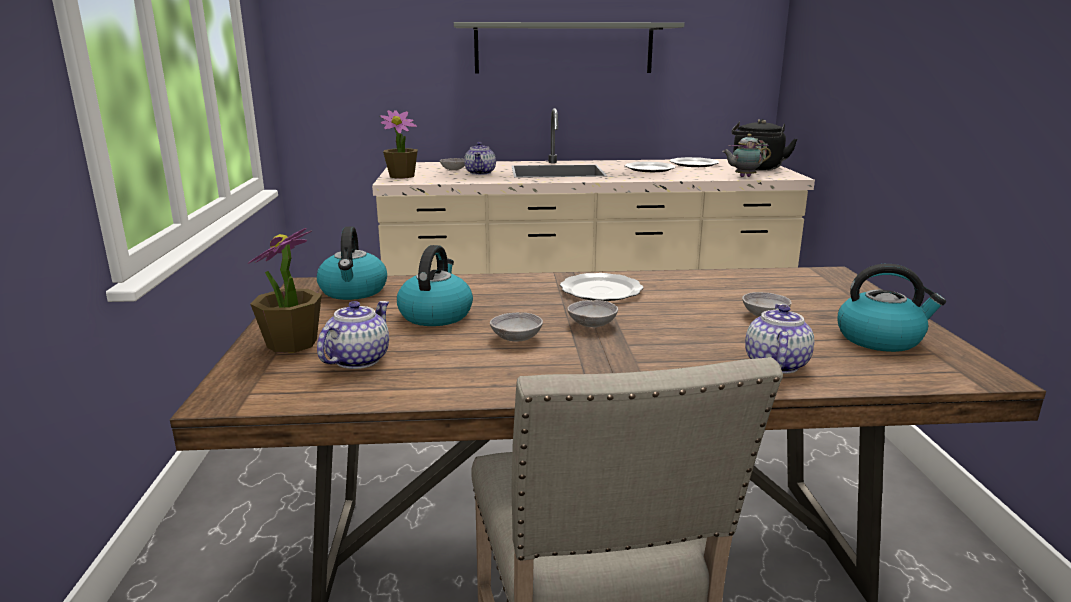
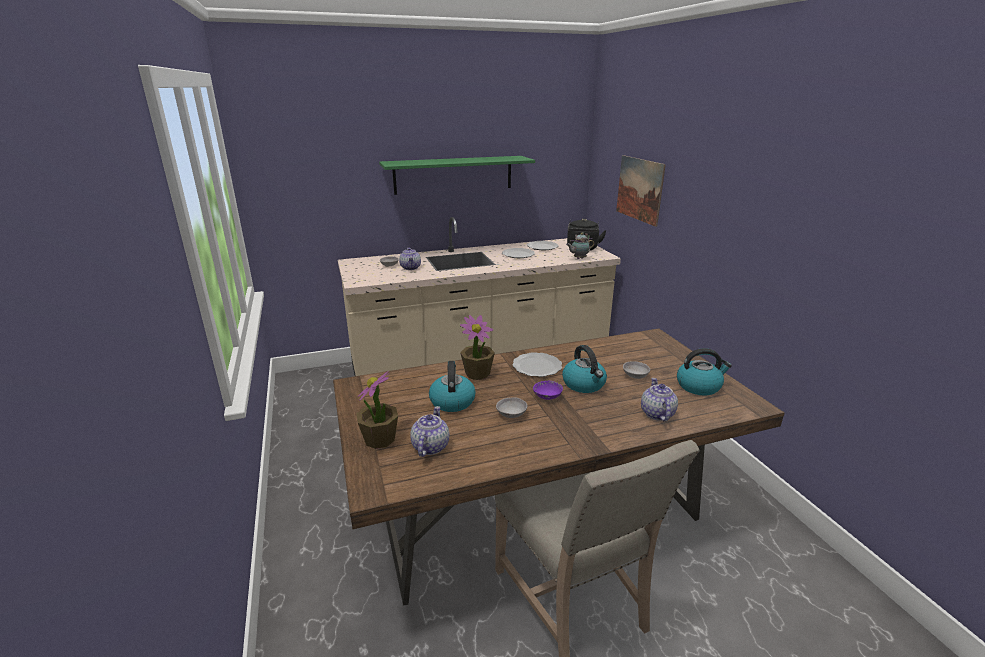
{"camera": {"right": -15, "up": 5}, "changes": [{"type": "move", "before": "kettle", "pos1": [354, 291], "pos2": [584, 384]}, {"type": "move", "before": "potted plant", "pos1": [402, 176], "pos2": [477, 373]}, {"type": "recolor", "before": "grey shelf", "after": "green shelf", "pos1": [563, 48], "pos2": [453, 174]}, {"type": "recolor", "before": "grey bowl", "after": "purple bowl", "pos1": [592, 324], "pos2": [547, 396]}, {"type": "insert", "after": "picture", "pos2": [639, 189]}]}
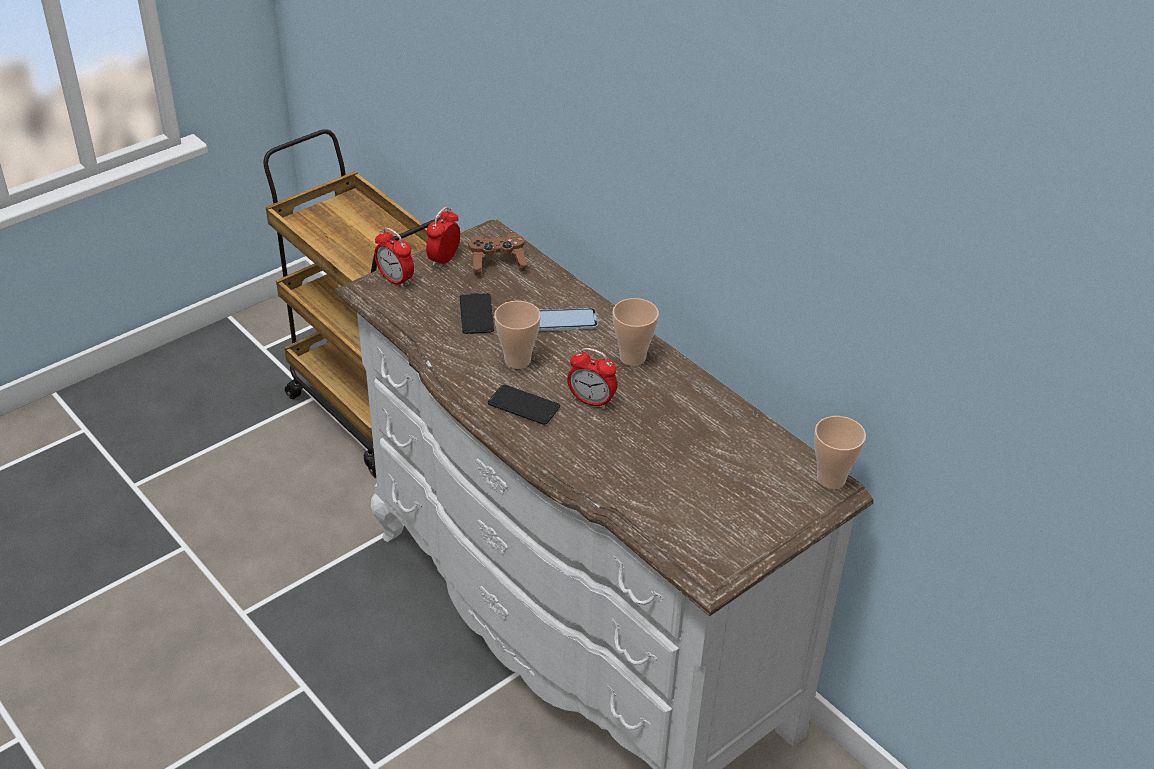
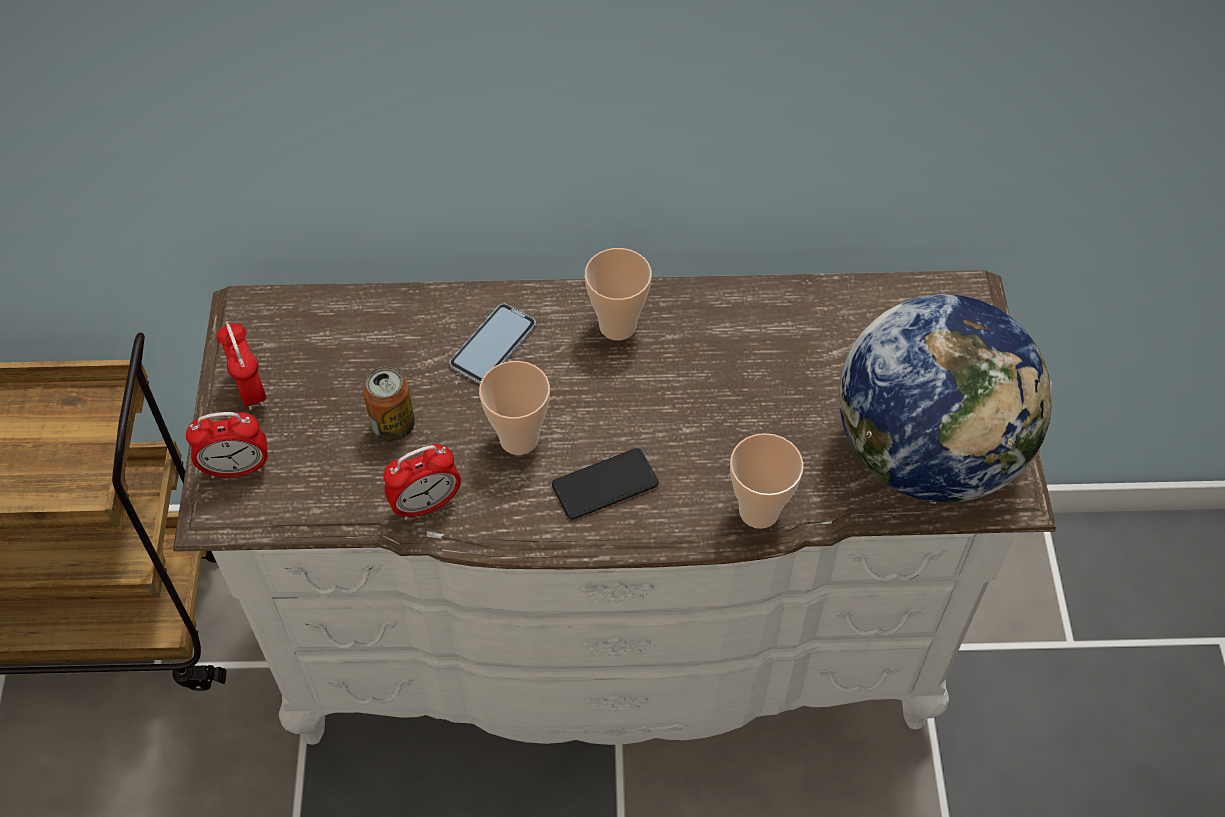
{"camera": {"right": -50, "up": 15}, "changes": [{"type": "replace", "before": "phone", "after": "can", "pos1": [476, 314], "pos2": [393, 425]}, {"type": "delete", "before": "brown game controller", "pos1": [497, 263]}, {"type": "move", "before": "alarm clock", "pos1": [591, 401], "pos2": [426, 504]}, {"type": "move", "before": "cup", "pos1": [831, 479], "pos2": [759, 511]}, {"type": "insert", "after": "globe", "pos2": [927, 452]}]}
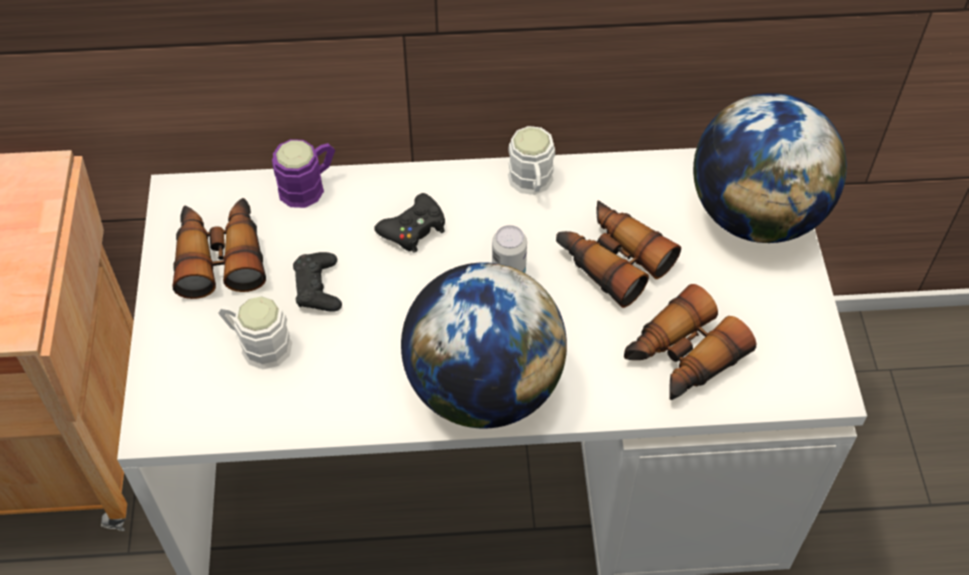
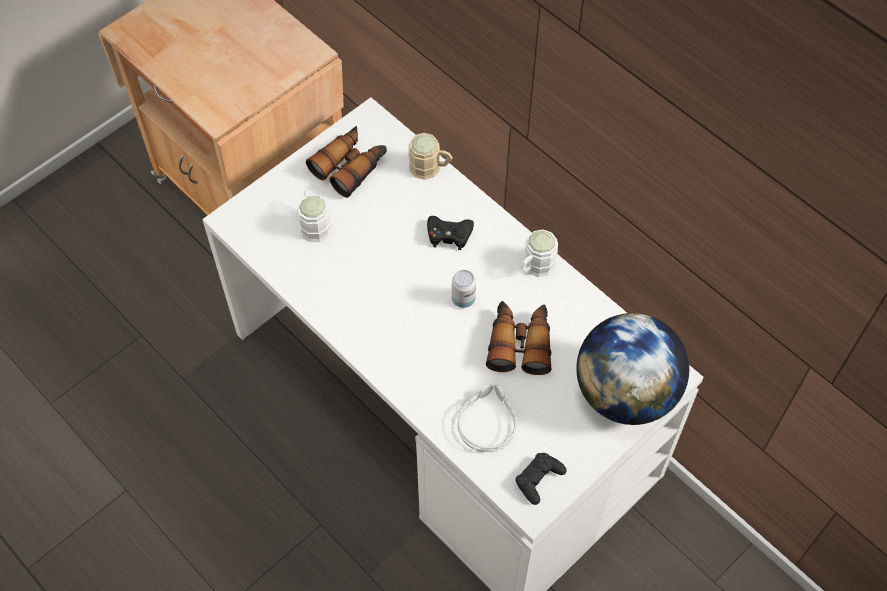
{"camera": {"right": 50, "up": 5}, "changes": [{"type": "recolor", "before": "purple mug", "after": "beige mug", "pos1": [309, 186], "pos2": [430, 168]}, {"type": "move", "before": "black game controller", "pos1": [318, 288], "pos2": [538, 479]}, {"type": "delete", "before": "globe", "pos1": [483, 387]}, {"type": "replace", "before": "binoculars", "after": "grey headphones", "pos1": [682, 357], "pos2": [485, 420]}]}
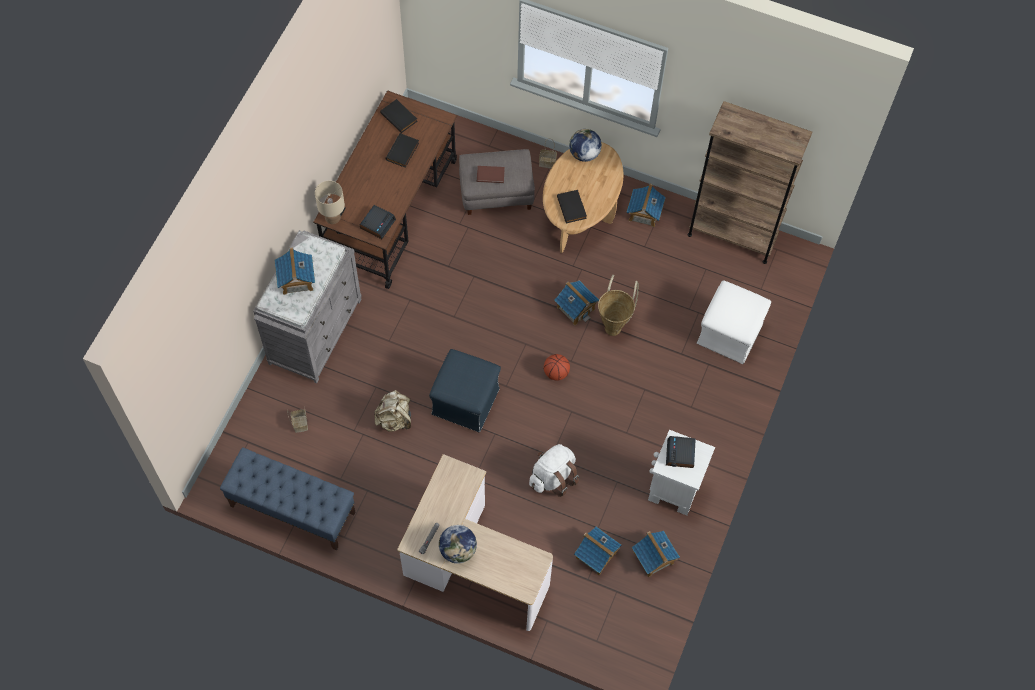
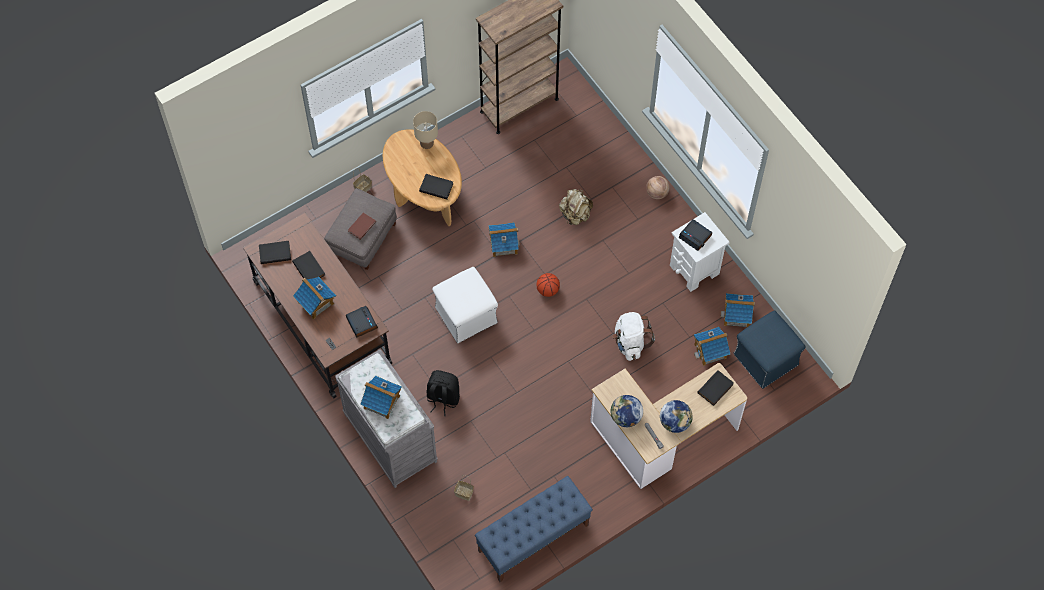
{"camera": {"right": -55, "up": 0}, "changes": [{"type": "move", "before": "beige table lamp", "pos1": [333, 217], "pos2": [426, 143]}, {"type": "move", "before": "beige backpack", "pos1": [394, 419], "pos2": [575, 215]}, {"type": "move", "before": "blue ottoman", "pos1": [466, 401], "pos2": [765, 359]}, {"type": "move", "before": "globe", "pos1": [584, 154], "pos2": [625, 417]}, {"type": "delete", "before": "basket", "pos1": [614, 325]}, {"type": "move", "before": "toy house", "pos1": [644, 213], "pos2": [316, 303]}, {"type": "move", "before": "white ottoman", "pos1": [730, 333], "pos2": [465, 314]}, {"type": "insert", "after": "black backpack", "pos2": [442, 398]}, {"type": "insert", "after": "basketball", "pos2": [657, 193]}, {"type": "insert", "after": "black book", "pos2": [715, 389]}]}
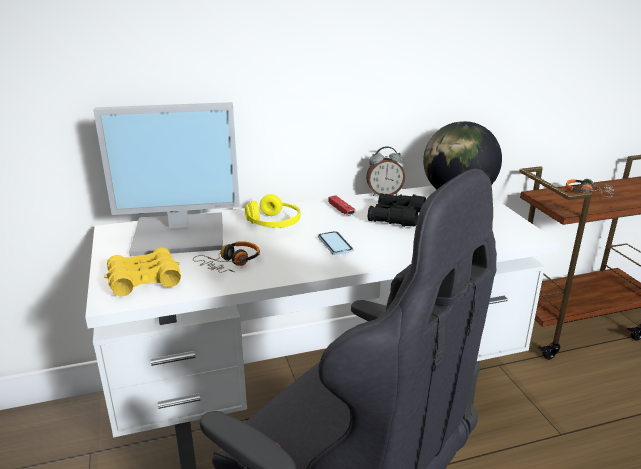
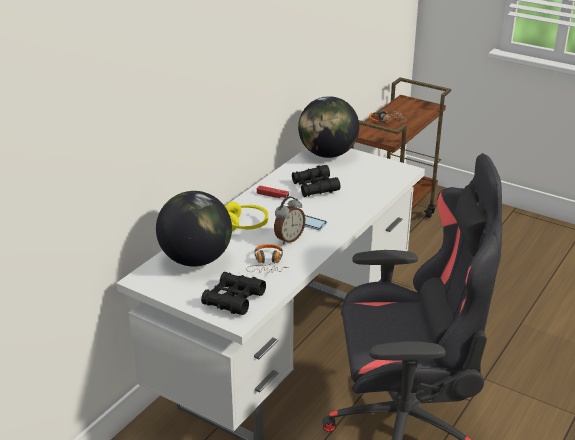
{"camera": {"right": -40, "up": 5}, "changes": [{"type": "replace", "before": "monitor", "after": "globe", "pos1": [181, 234], "pos2": [196, 259]}, {"type": "recolor", "before": "yellow binoculars", "after": "black binoculars", "pos1": [144, 280], "pos2": [233, 299]}, {"type": "move", "before": "alarm clock", "pos1": [384, 194], "pos2": [288, 239]}]}
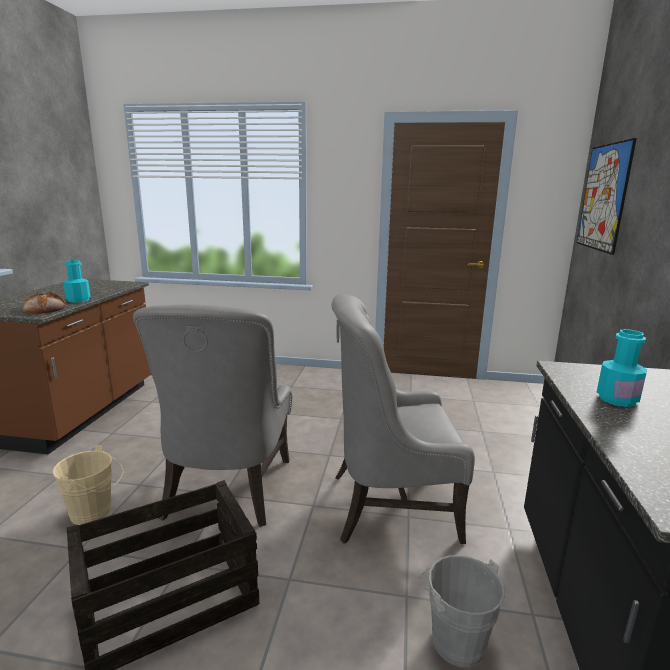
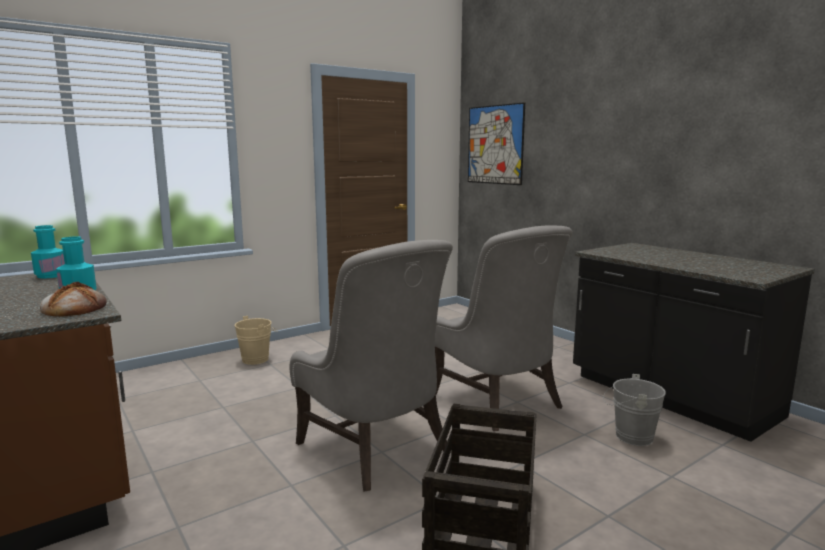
{"camera": {"right": -45, "up": -5}, "changes": [{"type": "move", "before": "beige bucket", "pos1": [95, 513], "pos2": [258, 359]}, {"type": "rotate", "before": "grey chair", "pos1": [391, 505], "pos2": [497, 401], "turn": -75}, {"type": "move", "before": "turquoise bottle", "pos1": [617, 399], "pos2": [51, 275]}]}
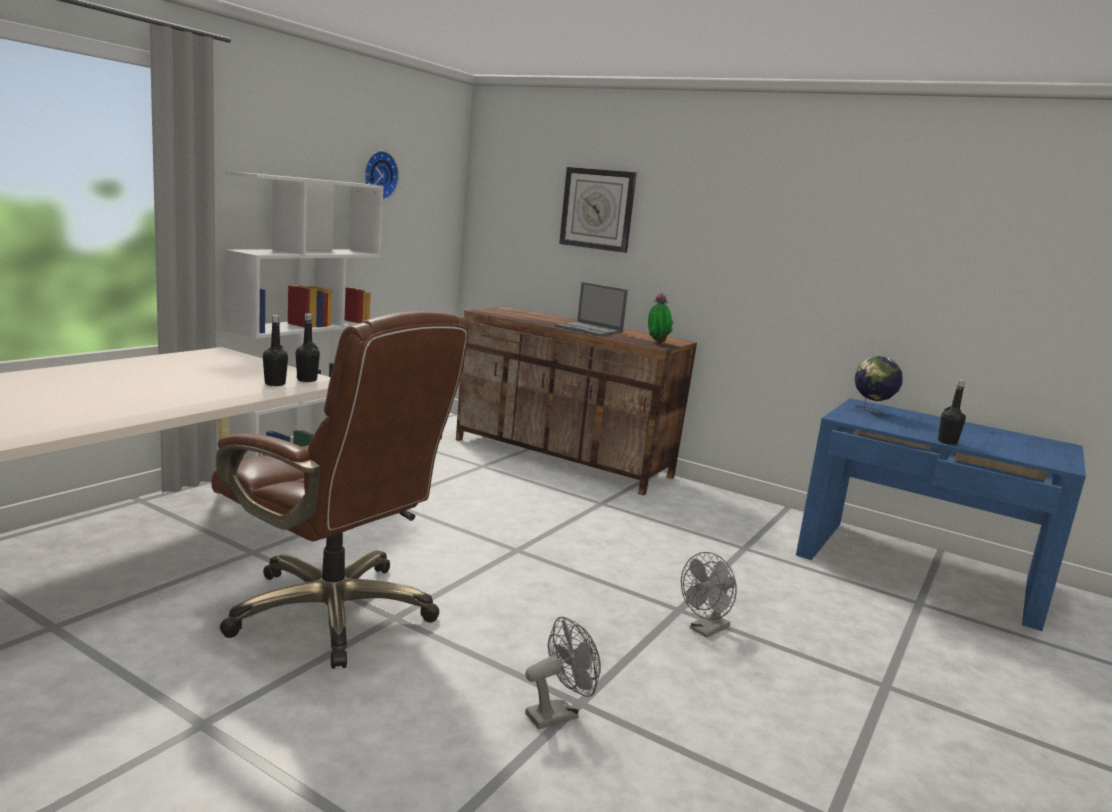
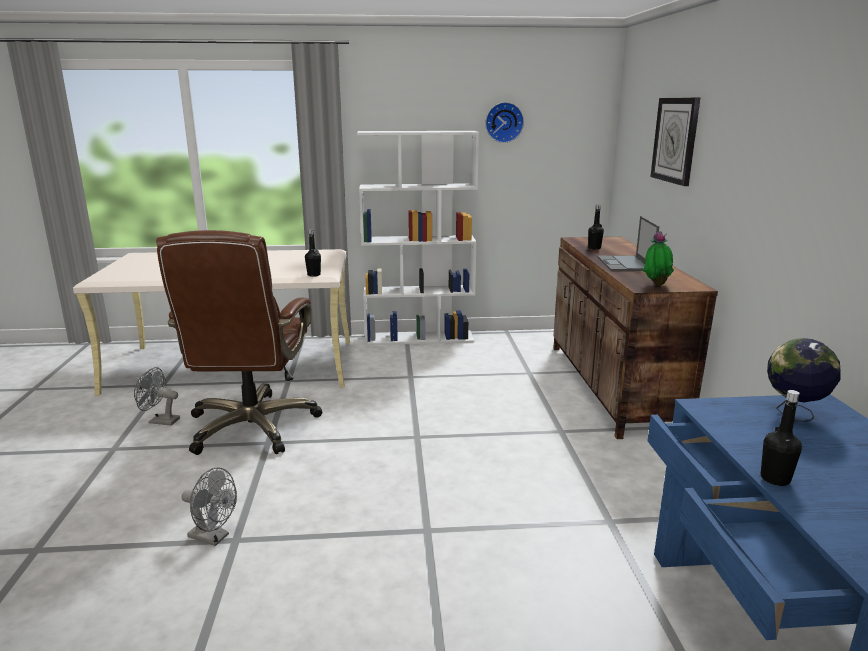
{"camera": {"right": 55, "up": 5}, "changes": [{"type": "move", "before": "black bottle", "pos1": [275, 384], "pos2": [594, 248]}, {"type": "move", "before": "grey fan", "pos1": [705, 630], "pos2": [160, 421]}]}
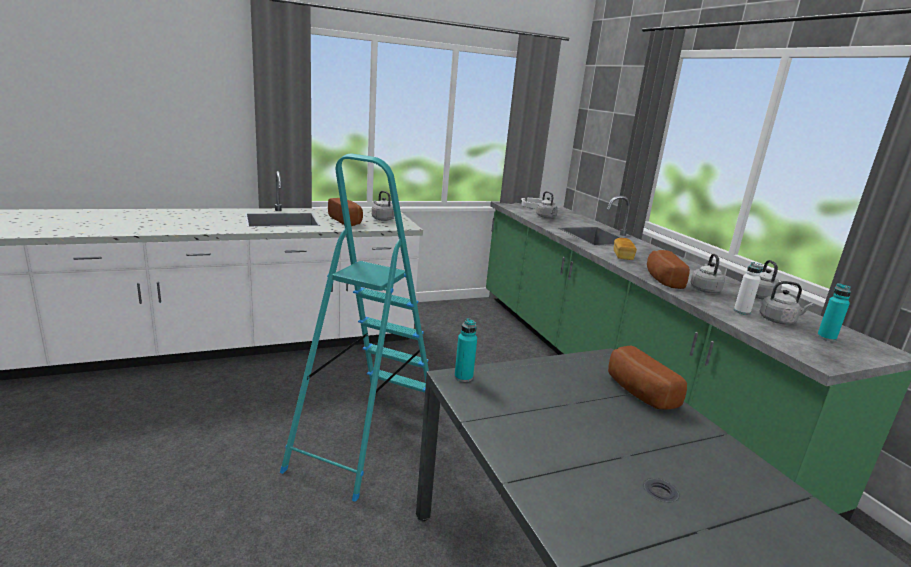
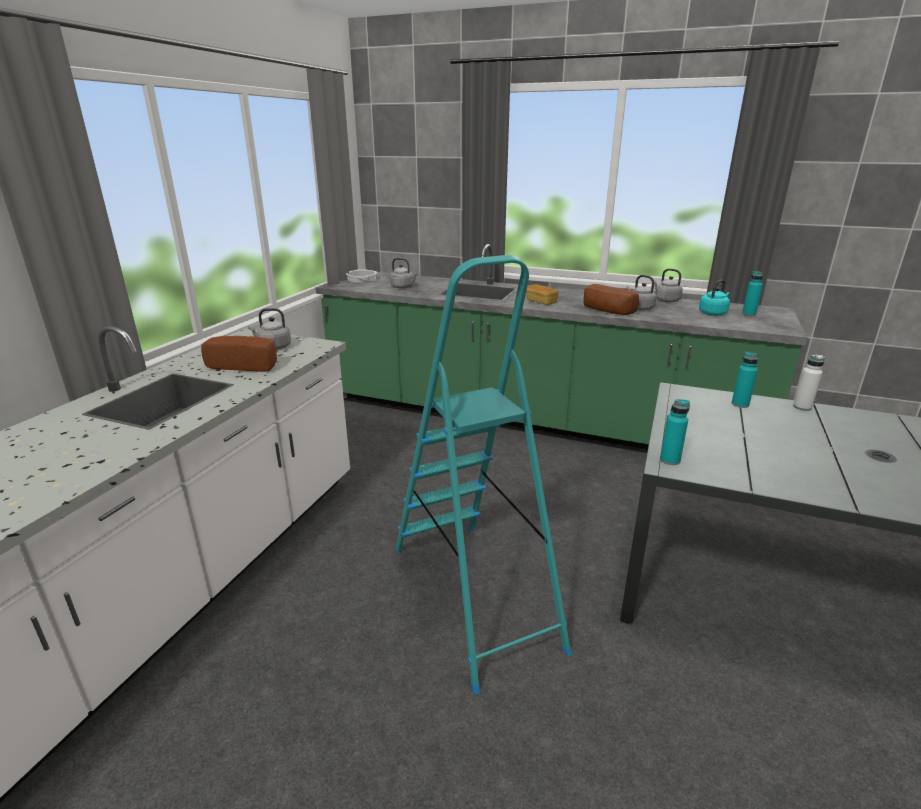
{"camera": {"right": -45, "up": 5}, "changes": [{"type": "replace", "before": "bread", "after": "turquoise bottle", "pos1": [637, 392], "pos2": [740, 404]}, {"type": "move", "before": "white bottle", "pos1": [741, 311], "pos2": [802, 407]}, {"type": "recolor", "before": "grey kettle", "after": "turquoise kettle", "pos1": [779, 321], "pos2": [713, 313]}]}
